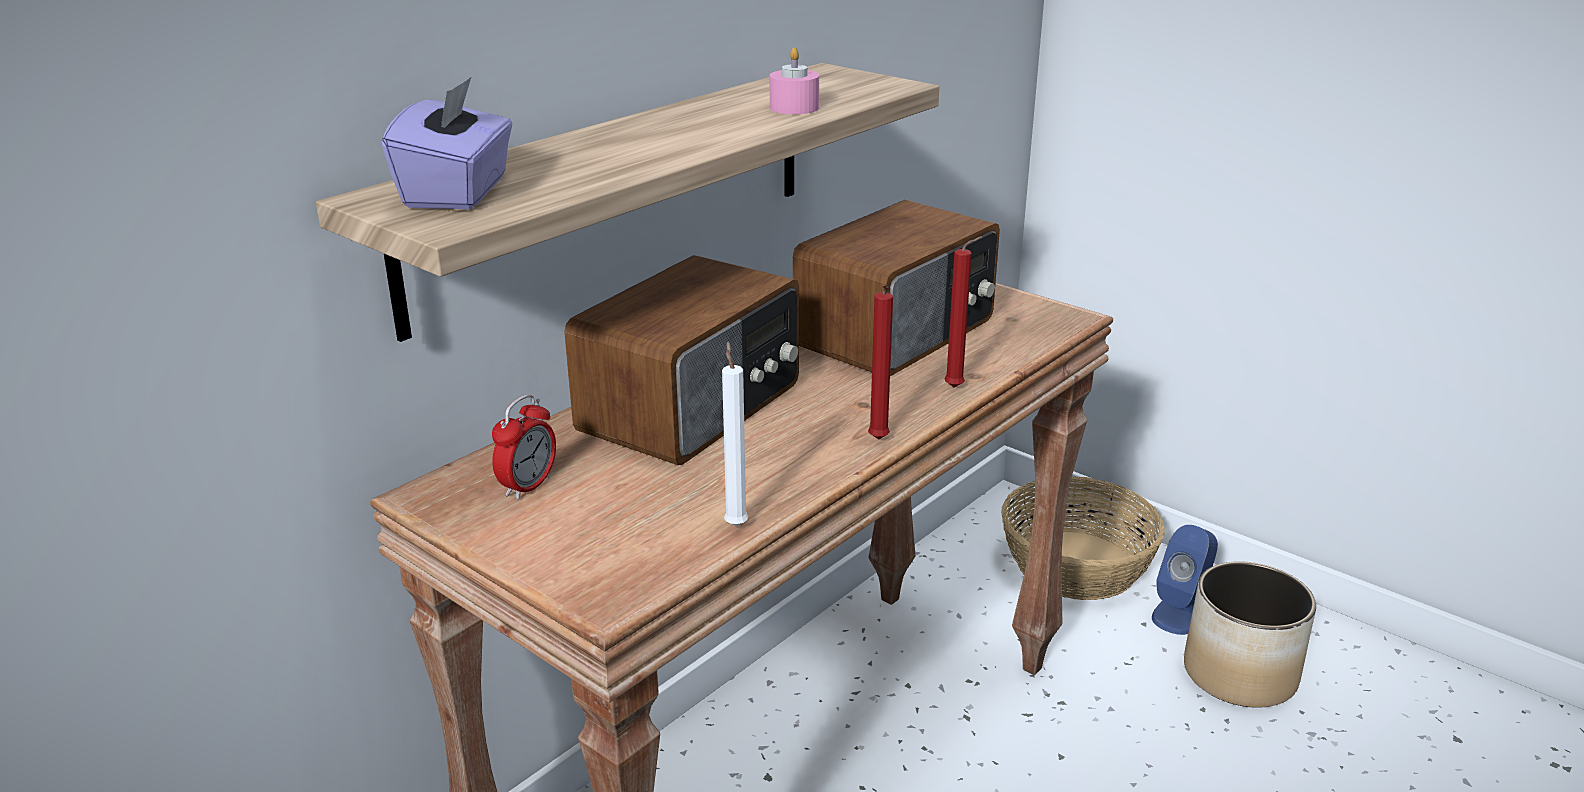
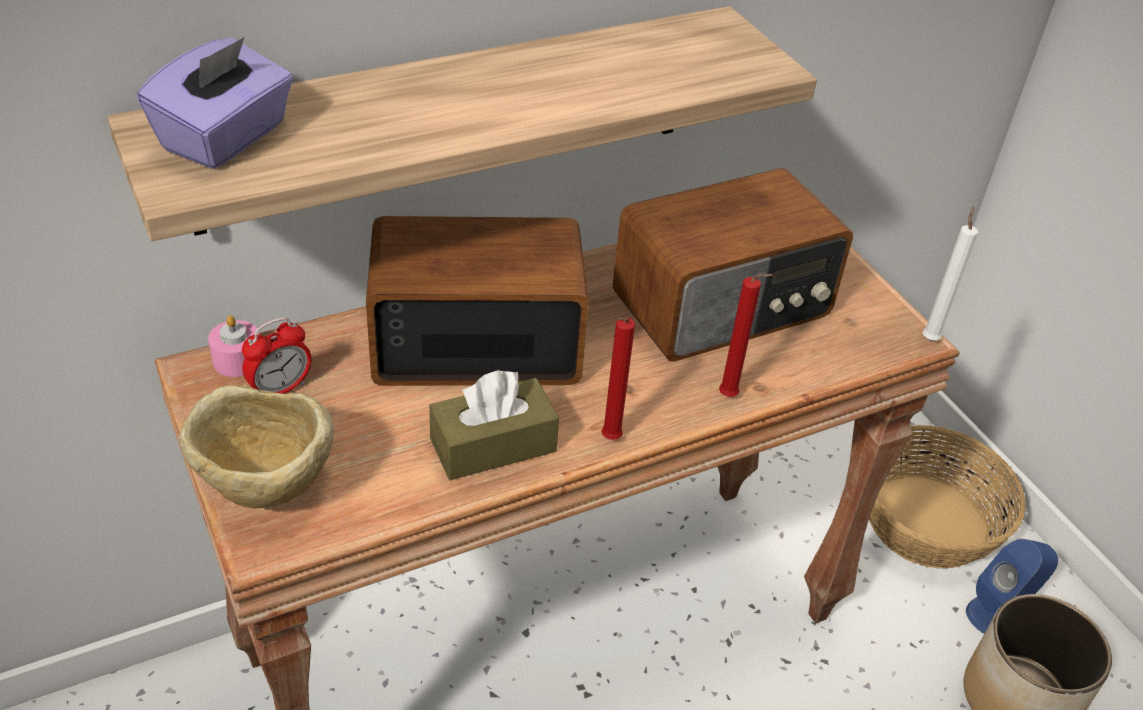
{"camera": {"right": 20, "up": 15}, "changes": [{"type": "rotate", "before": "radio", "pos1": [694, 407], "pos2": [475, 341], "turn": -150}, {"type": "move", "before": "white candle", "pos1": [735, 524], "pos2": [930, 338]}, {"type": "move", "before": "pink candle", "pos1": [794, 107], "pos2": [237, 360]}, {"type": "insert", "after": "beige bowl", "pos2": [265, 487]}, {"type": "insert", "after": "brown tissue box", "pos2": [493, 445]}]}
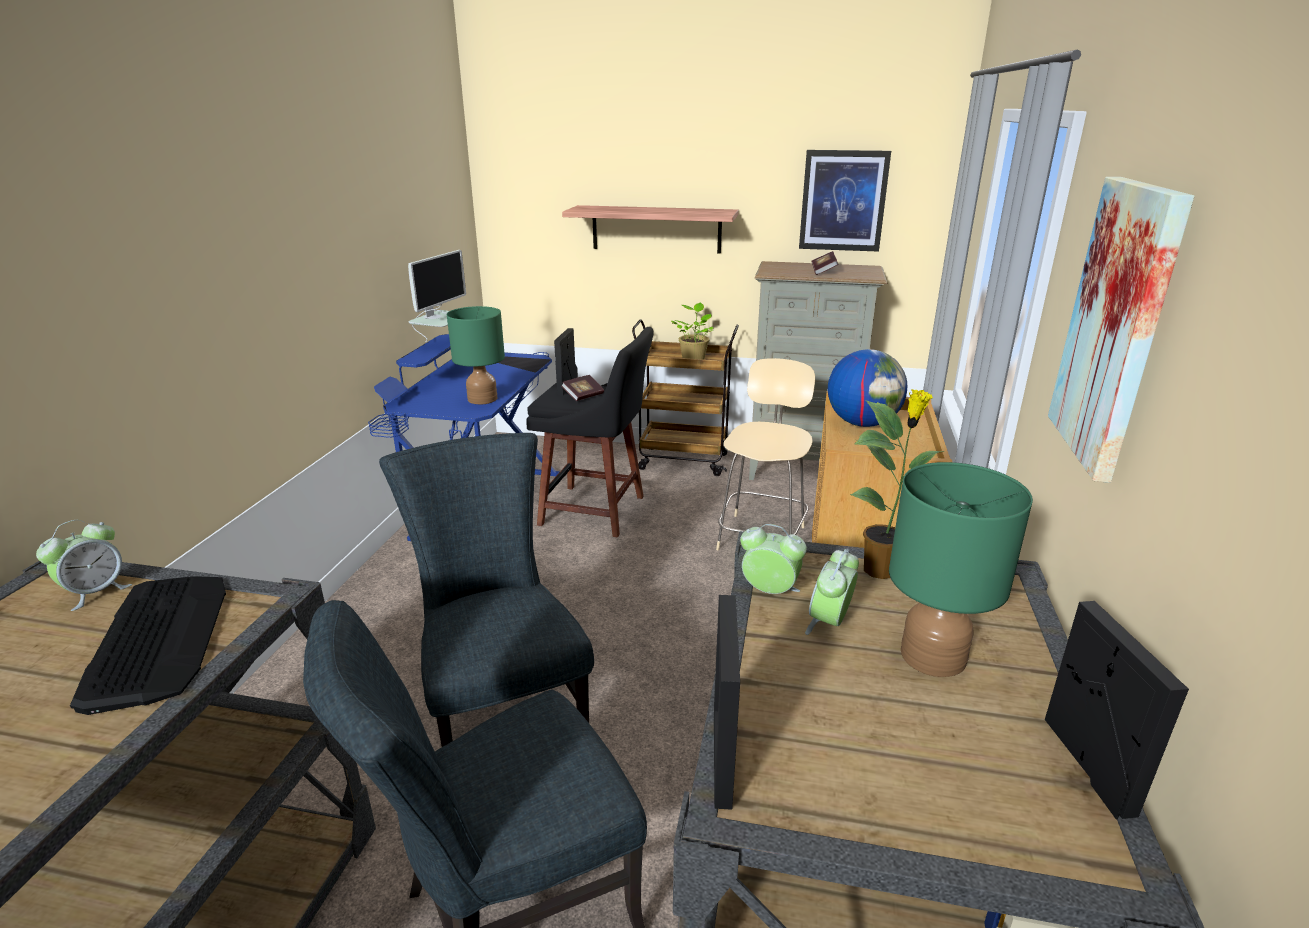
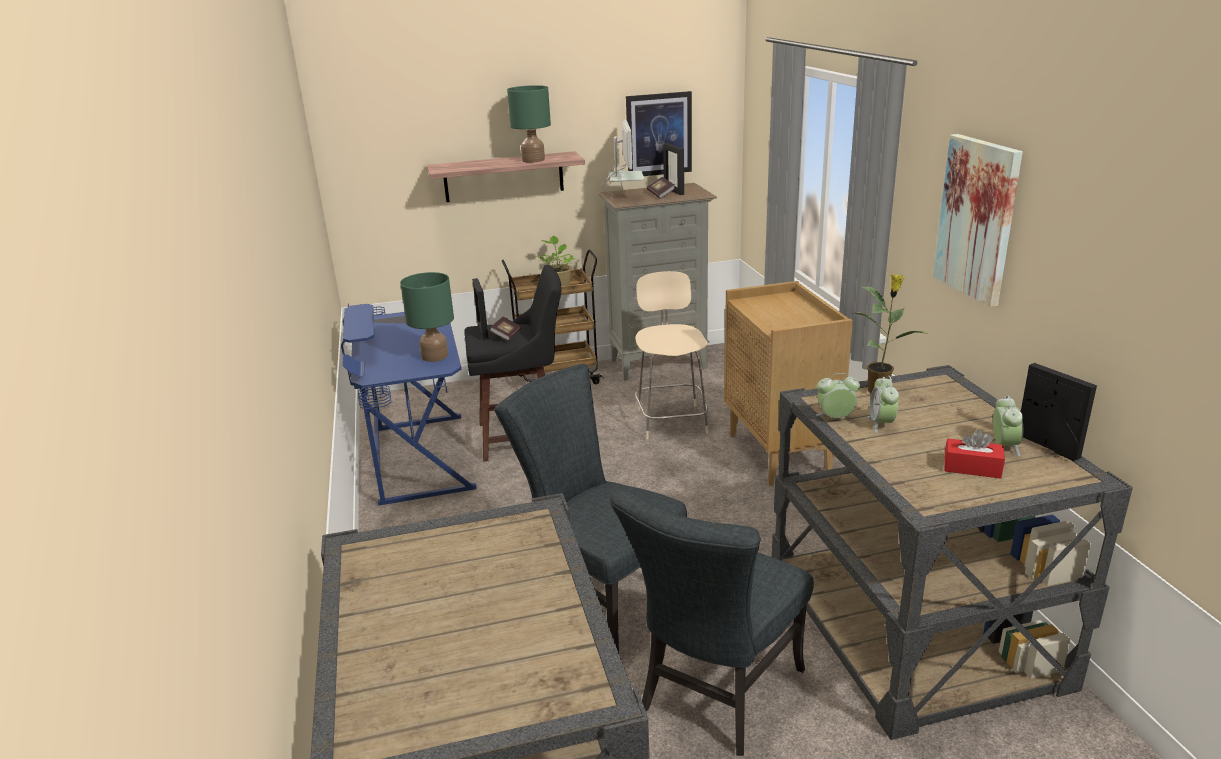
{"camera": {"right": -25, "up": 0}, "changes": [{"type": "move", "before": "alarm clock", "pos1": [96, 592], "pos2": [1004, 446]}, {"type": "delete", "before": "keyboard", "pos1": [159, 639]}, {"type": "move", "before": "monitor", "pos1": [442, 345], "pos2": [625, 198]}, {"type": "move", "before": "picture frame", "pos1": [725, 757], "pos2": [674, 191]}, {"type": "delete", "before": "globe", "pos1": [862, 423]}, {"type": "move", "before": "green table lamp", "pos1": [931, 656], "pos2": [533, 160]}, {"type": "insert", "after": "red tissue box", "pos2": [972, 468]}]}
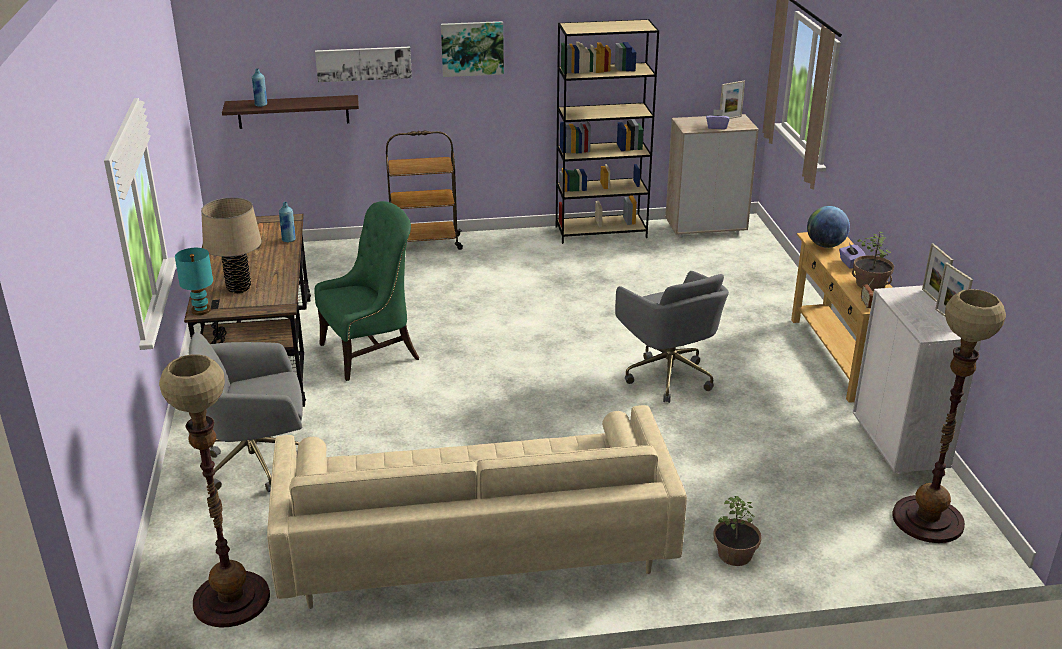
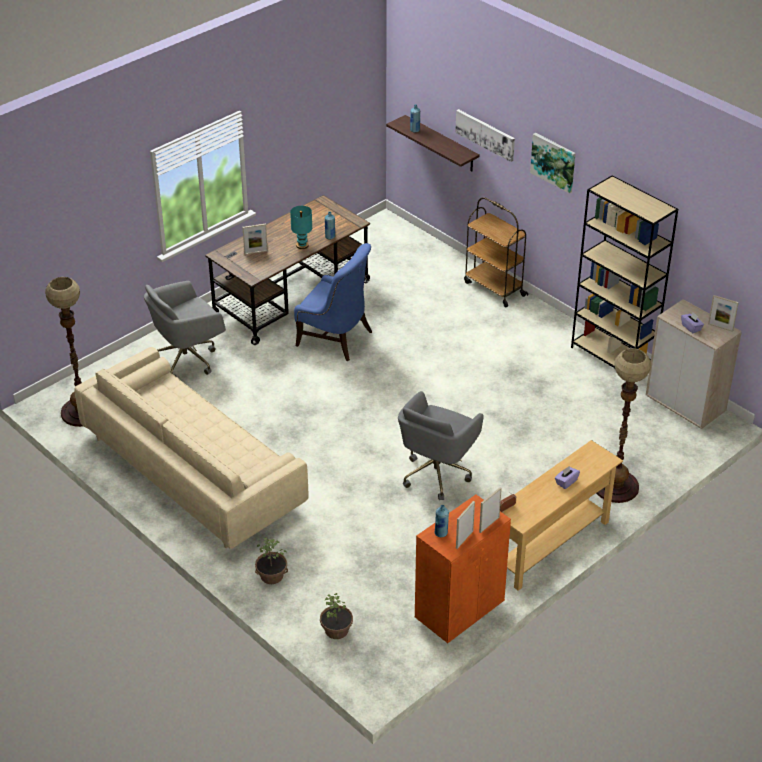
{"camera": {"right": 55, "up": 10}, "changes": [{"type": "move", "before": "turquoise table lamp", "pos1": [201, 310], "pos2": [302, 245]}, {"type": "rotate", "before": "grey office chair", "pos1": [259, 465], "pos2": [188, 360], "turn": -75}, {"type": "replace", "before": "beige table lamp", "after": "picture frame", "pos1": [239, 288], "pos2": [256, 252]}, {"type": "recolor", "before": "green chair", "after": "blue chair", "pos1": [371, 351], "pos2": [336, 338]}, {"type": "delete", "before": "globe", "pos1": [825, 245]}, {"type": "move", "before": "potted plant", "pos1": [870, 284], "pos2": [337, 630]}, {"type": "recolor", "before": "white cabinet", "after": "orange cabinet", "pos1": [900, 447], "pos2": [459, 614]}, {"type": "move", "before": "floor lamp", "pos1": [928, 520], "pos2": [616, 486]}, {"type": "insert", "after": "blue bottle", "pos2": [441, 533]}]}
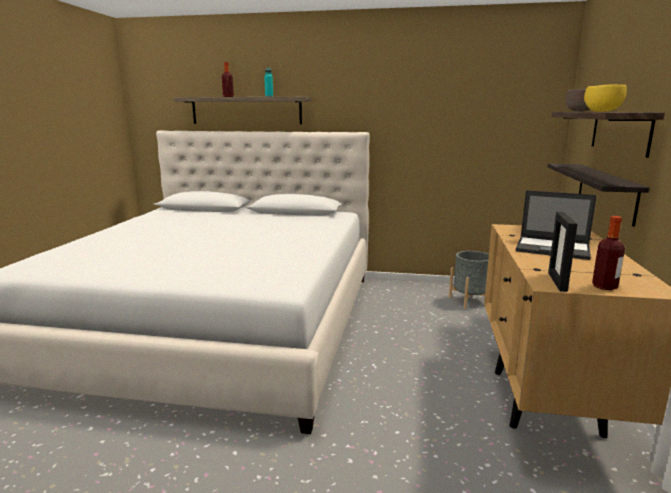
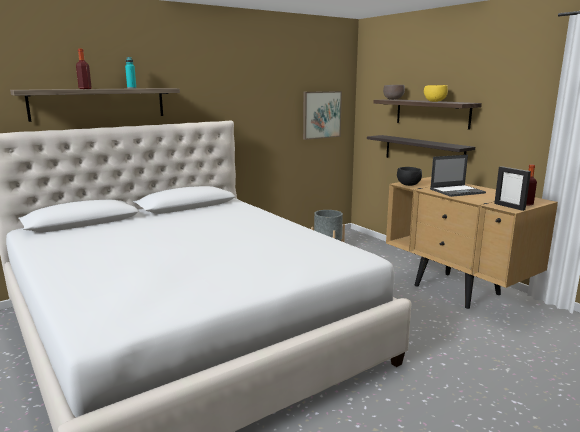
{"camera": {"right": -45, "up": 0}, "changes": [{"type": "insert", "after": "picture", "pos2": [321, 114]}, {"type": "insert", "after": "black bowl", "pos2": [408, 185]}]}
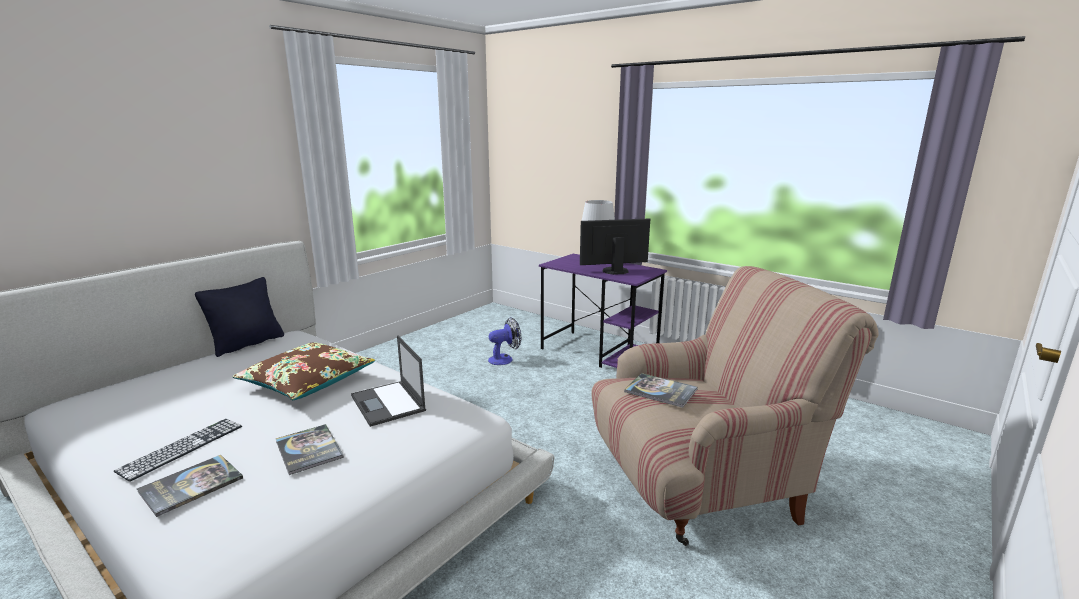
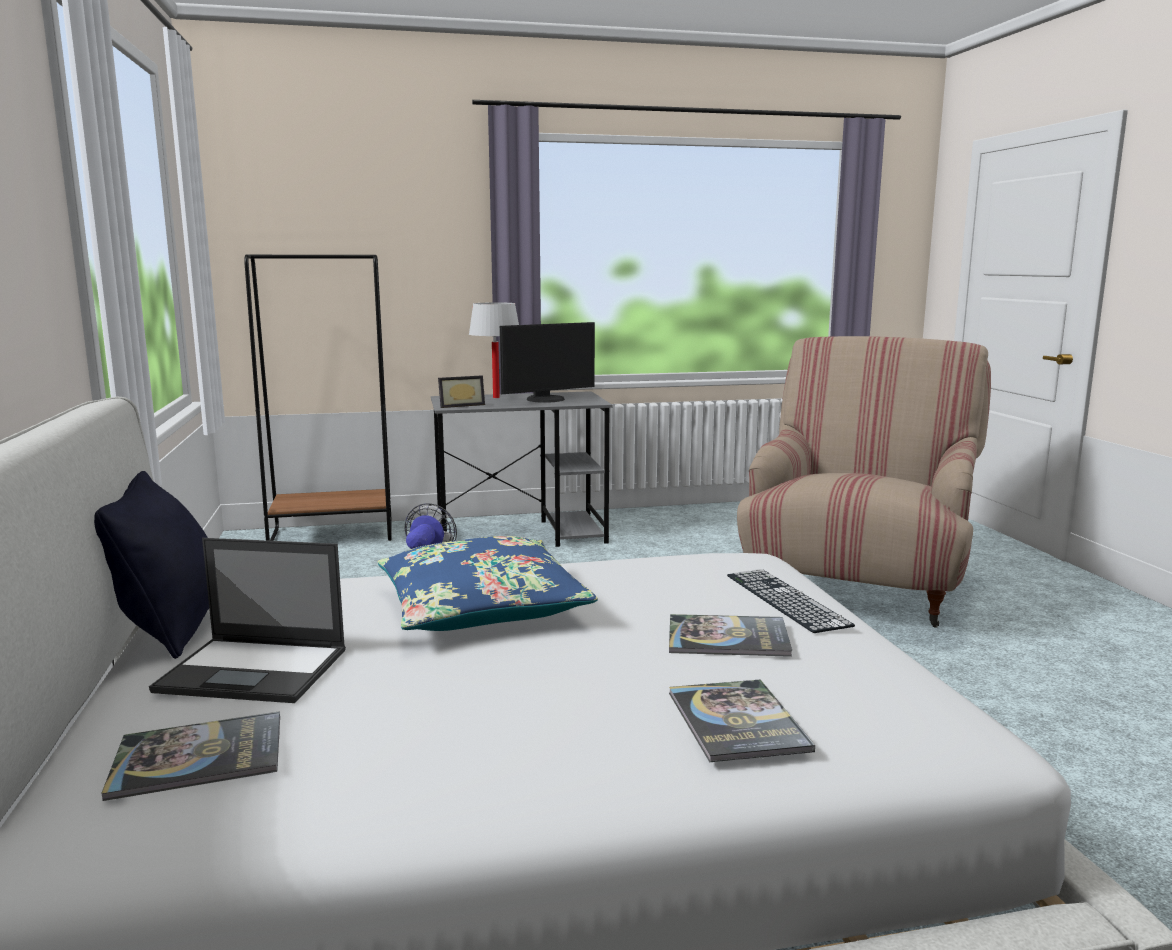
{"camera": {"right": -50, "up": -5}, "changes": [{"type": "move", "before": "keyboard", "pos1": [182, 447], "pos2": [785, 599]}, {"type": "recolor", "before": "brown pillow", "after": "blue pillow", "pos1": [307, 382], "pos2": [481, 607]}, {"type": "move", "before": "laptop", "pos1": [388, 403], "pos2": [255, 670]}, {"type": "recolor", "before": "purple desk", "after": "grey desk", "pos1": [599, 352], "pos2": [522, 535]}, {"type": "rotate", "before": "monitor", "pos1": [614, 270], "pos2": [546, 400], "turn": -150}, {"type": "move", "before": "book", "pos1": [660, 391], "pos2": [198, 757]}, {"type": "insert", "after": "clothes rack", "pos2": [332, 536]}, {"type": "insert", "after": "picture frame", "pos2": [460, 405]}]}
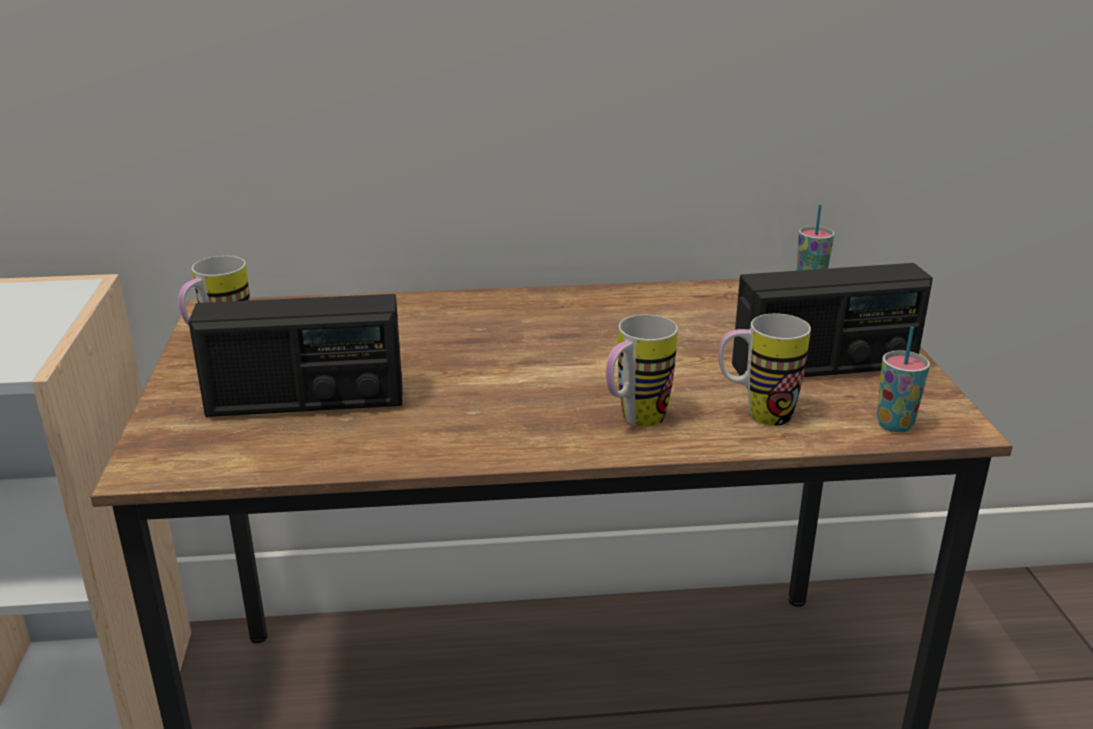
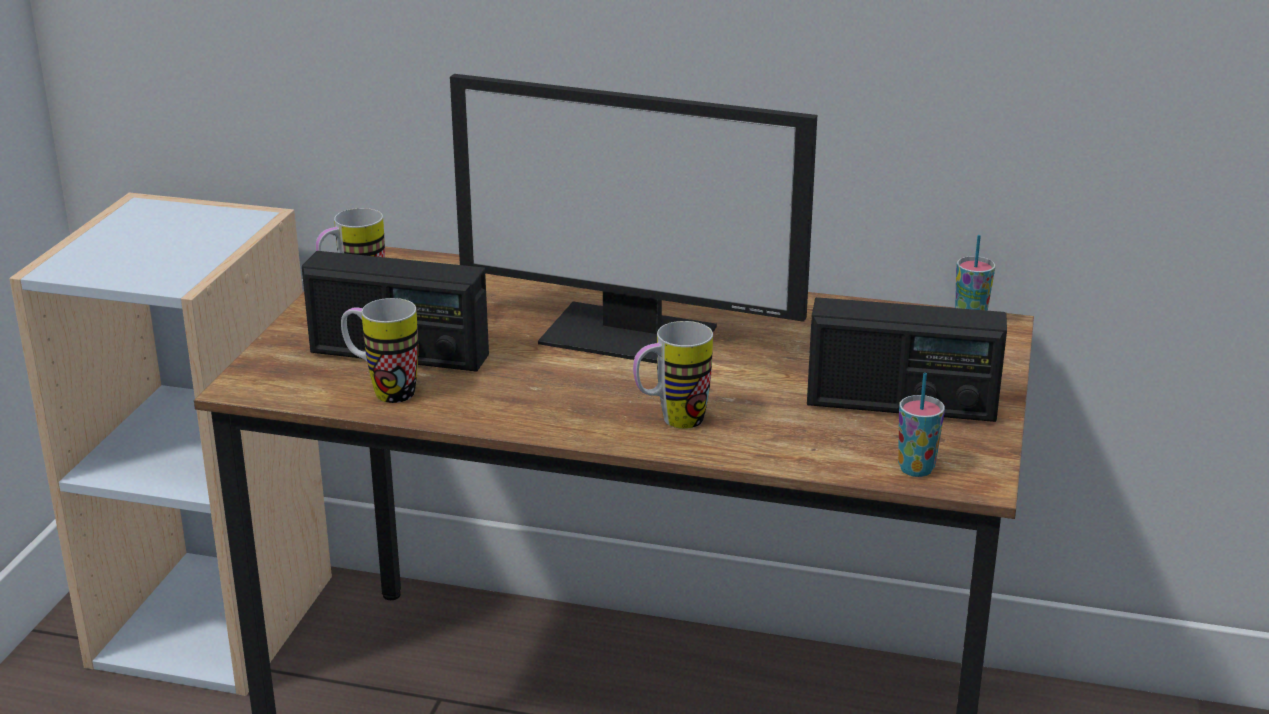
{"camera": {"right": 20, "up": 0}, "changes": [{"type": "move", "before": "mug", "pos1": [755, 415], "pos2": [383, 391]}, {"type": "insert", "after": "monitor", "pos2": [631, 334]}]}
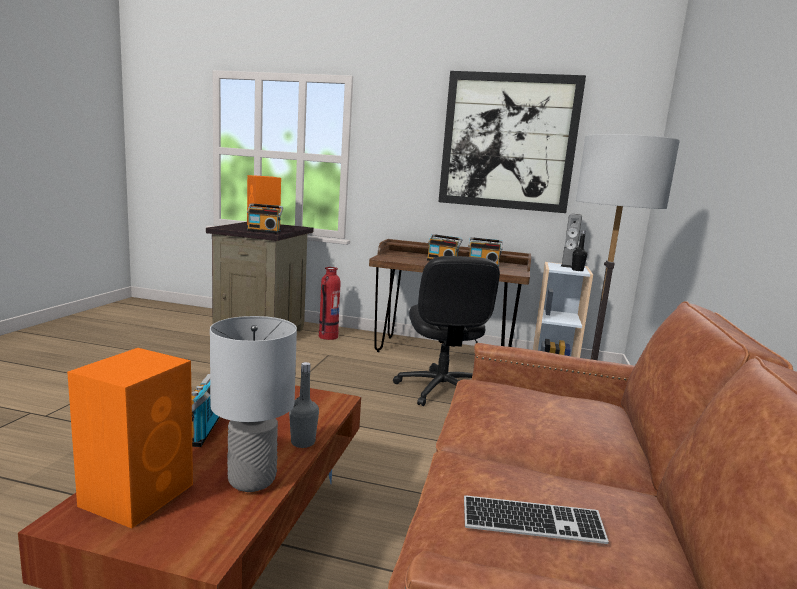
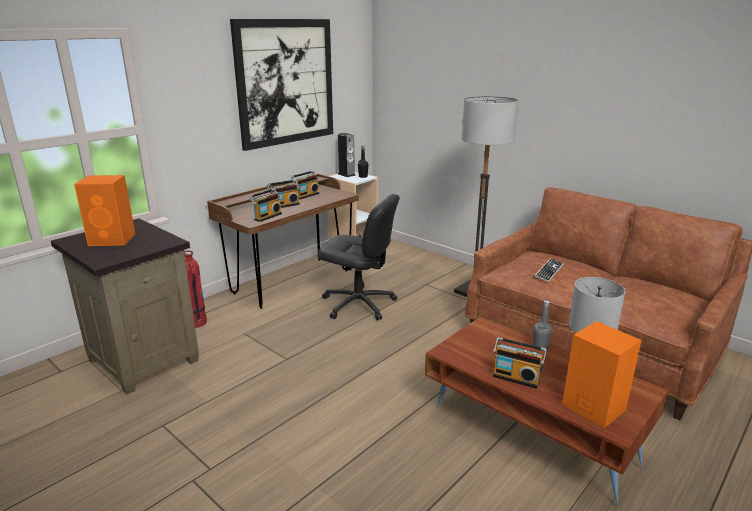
{"camera": {"right": -60, "up": 10}, "changes": [{"type": "move", "before": "radio", "pos1": [264, 231], "pos2": [267, 216]}, {"type": "move", "before": "keyboard", "pos1": [532, 523], "pos2": [549, 271]}]}
